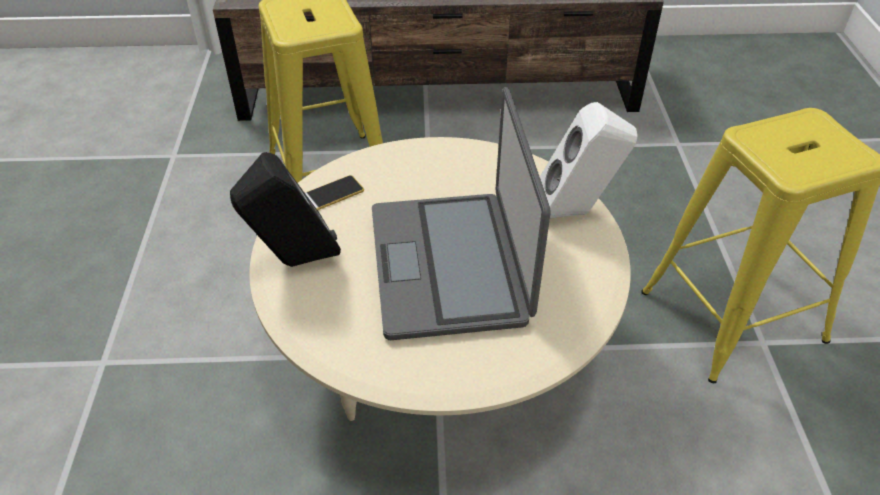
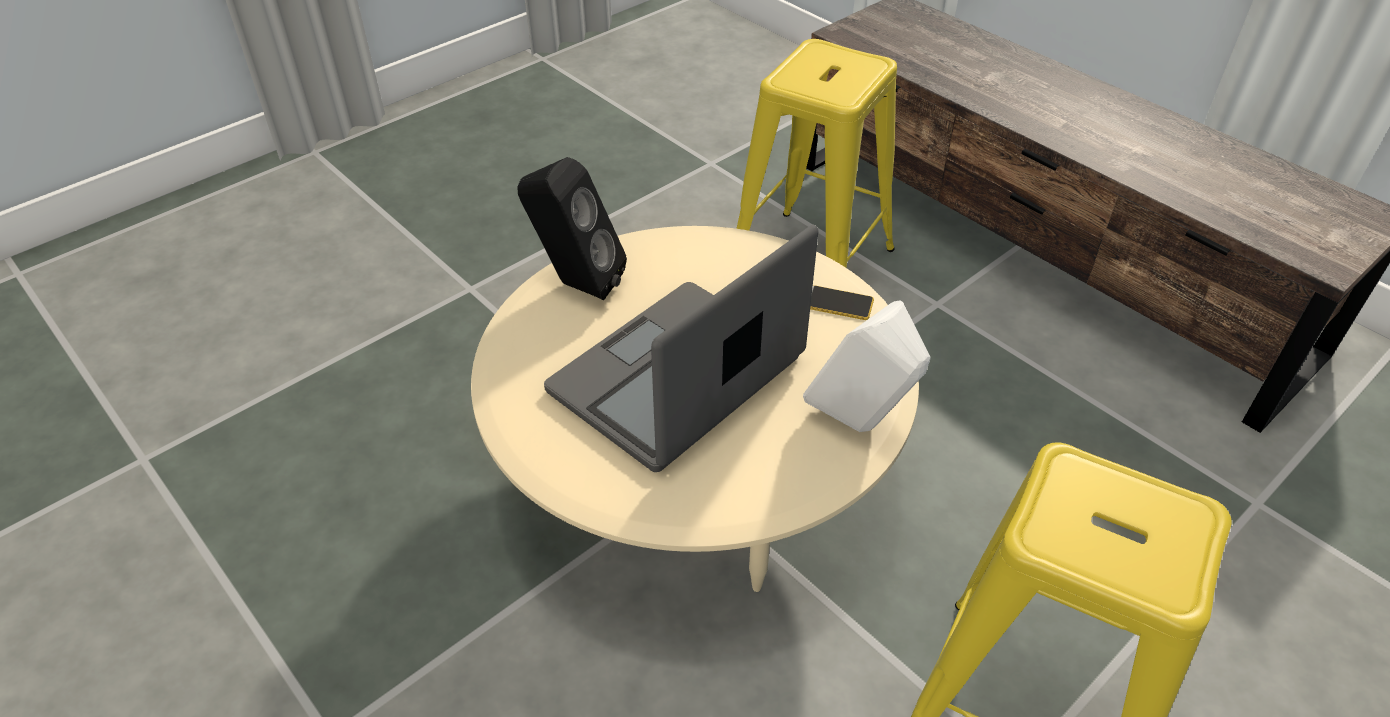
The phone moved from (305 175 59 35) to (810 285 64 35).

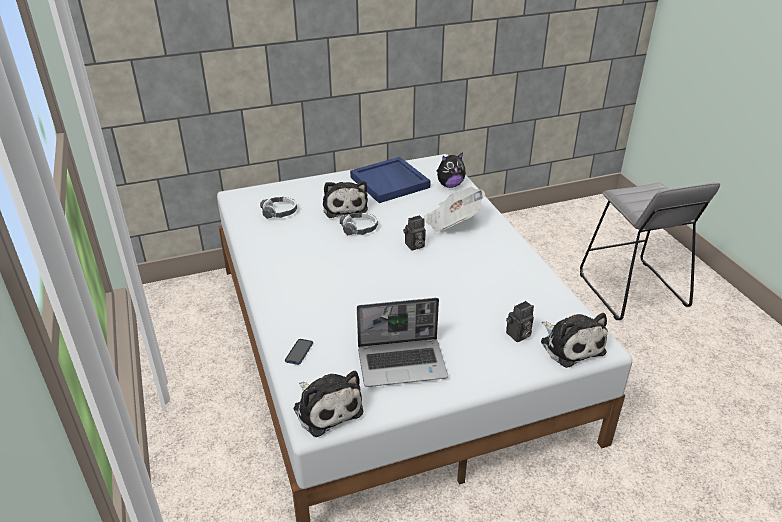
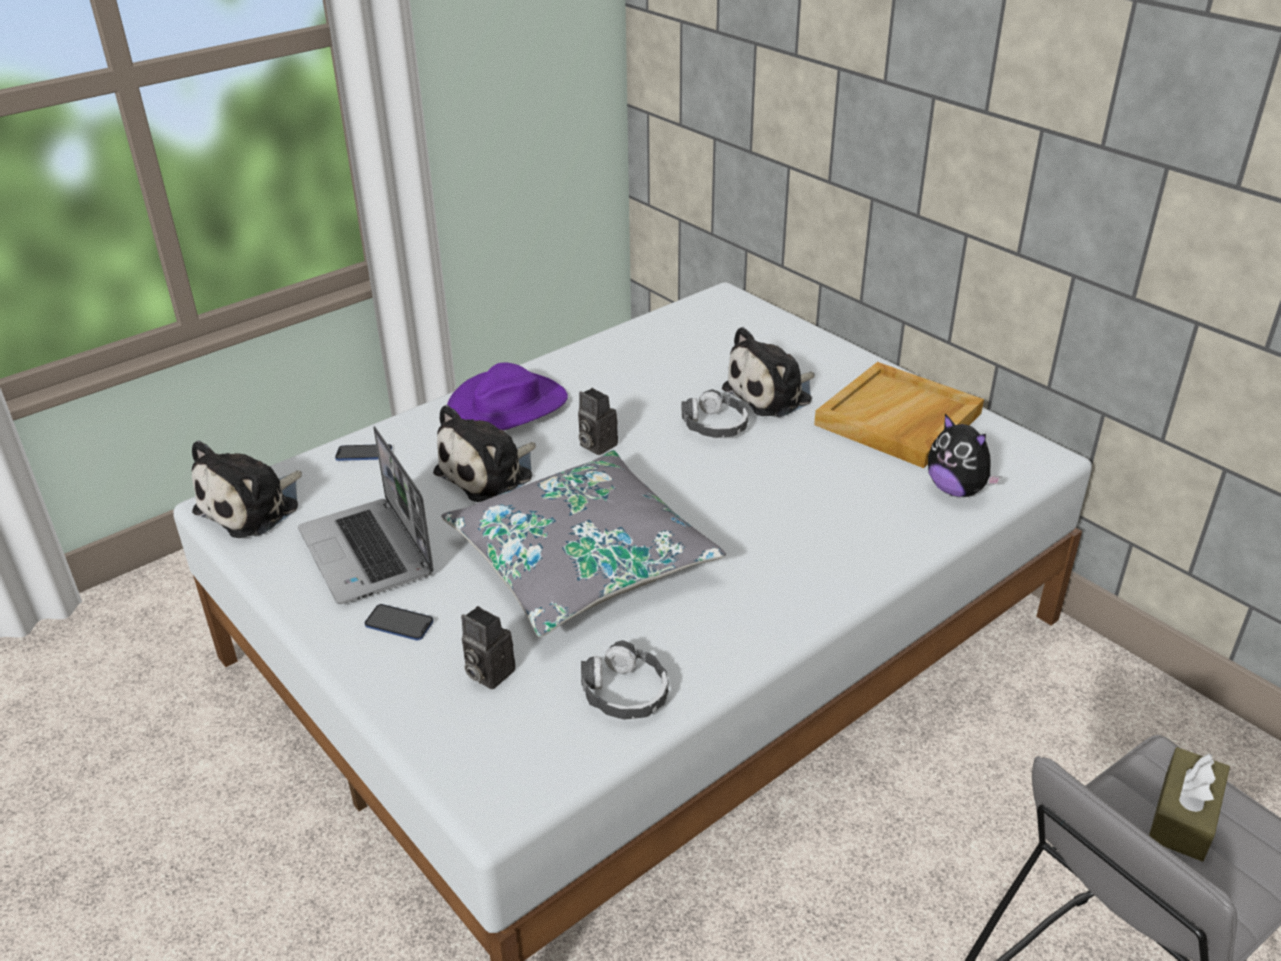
The newspaper at (424 187 62 45) disappeared.
The phone at (365 604 68 37) appeared.
The pillow/grey at (441 450 285 187) appeared.
The hat/purple at (447 362 121 68) appeared.
The tissue box/brown at (1149 747 81 114) appeared.
The headphones moved from (260 197 37 22) to (581 640 88 80).
The photo camera moved from (403 215 23 35) to (578 388 40 67).
The plush toy moved from (541 313 66 55) to (433 405 103 97).
The tray/blue at (350 157 81 46) became the tray/beige at (814 362 170 106).

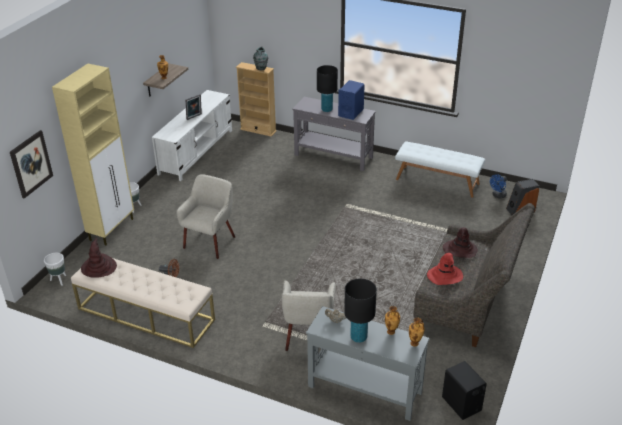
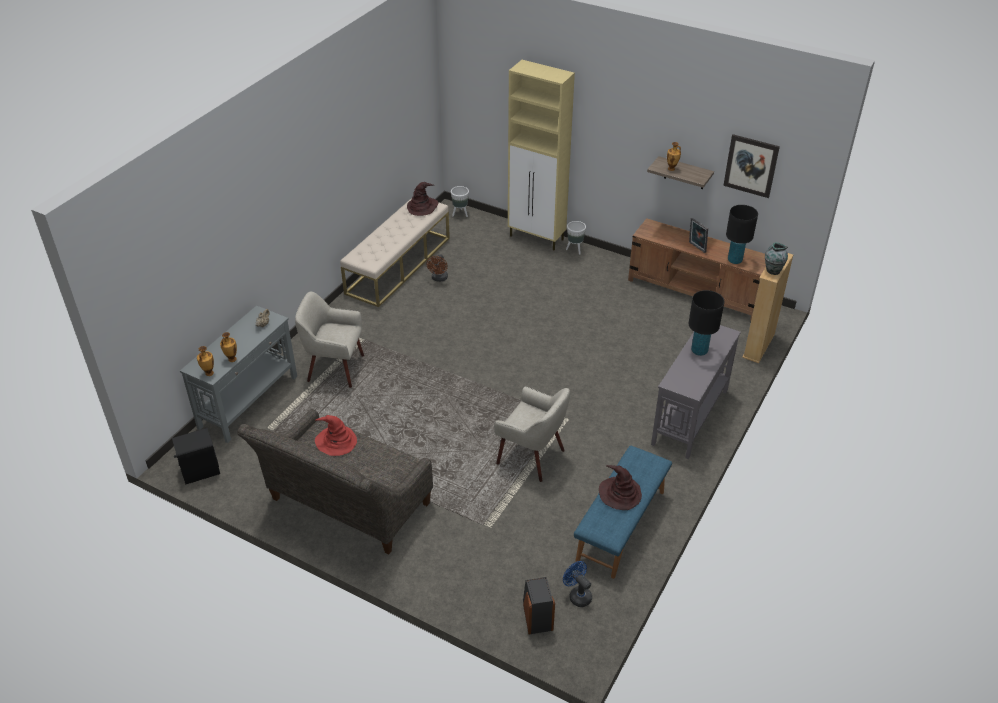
The speaker/blue at (338 80 27 40) disappeared.
The picture moved from (10 130 43 69) to (723 134 57 64).
The armchair/beige moved from (177 174 58 85) to (494 387 76 95).
The table lamp/black moved from (344 279 33 64) to (726 205 32 59).
The hat/brown moved from (443 228 35 30) to (599 465 43 45).
The tv stand/white at (152 90 80 91) became the tv stand/brown at (628 218 138 102).
The bench/white at (395 142 90 56) became the bench/blue at (574 446 98 133).

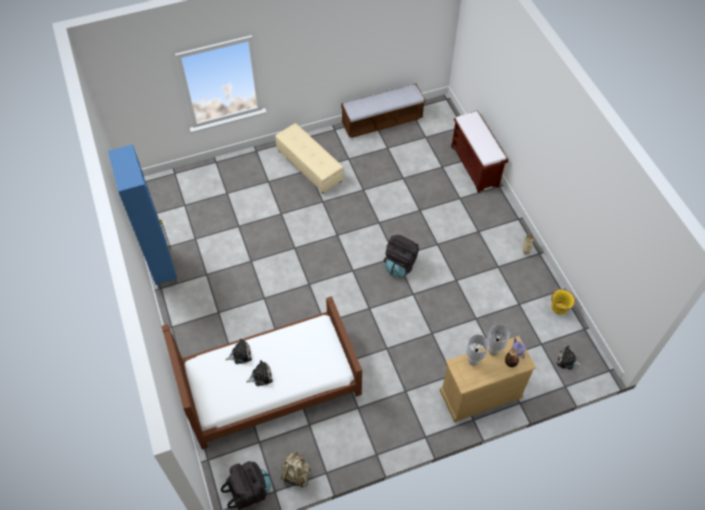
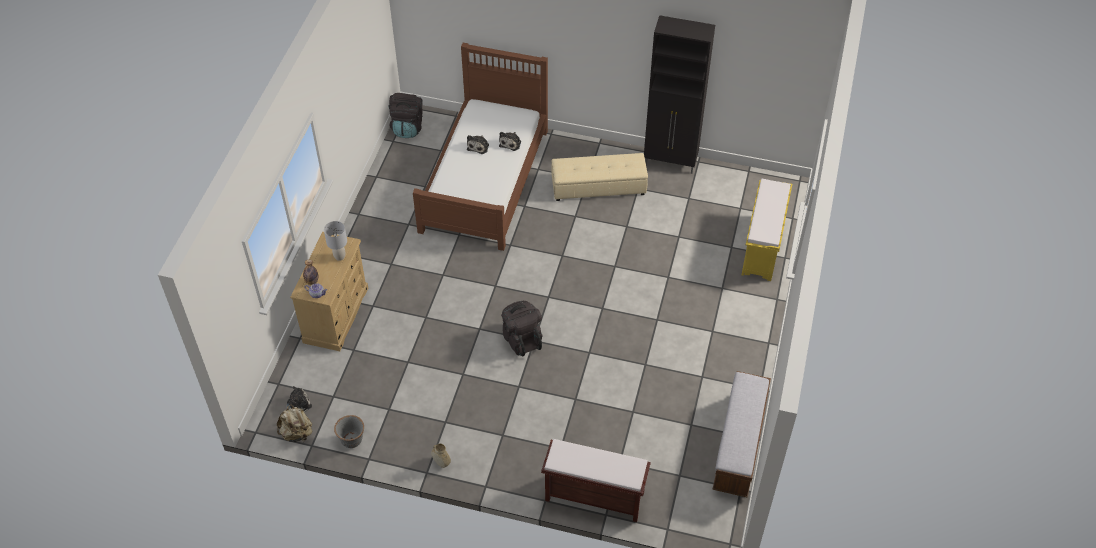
The table lamp/grey at (487 324 23 32) disappeared.
The bench/yellow at (742 179 50 102) appeared.
The ottoman/beige moved from (275 123 69 71) to (551 153 97 48).
The backpack/beige moved from (281 452 30 36) to (277 404 36 38).
The cabinet/blue at (108 144 69 145) became the cabinet/black at (644 15 71 159).
The planter/yellow at (551 289 24 26) became the planter/grey at (334 415 30 33).

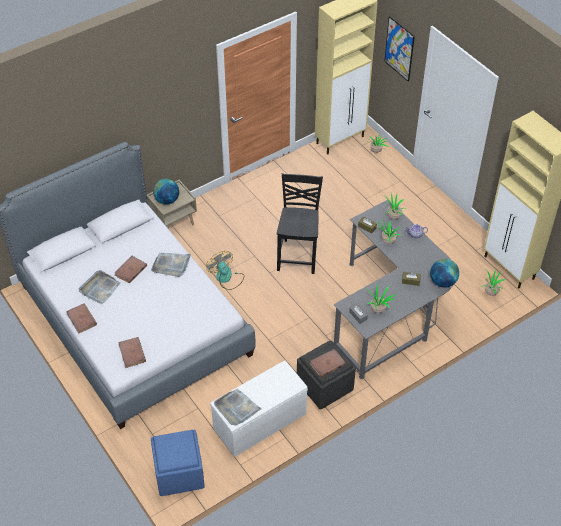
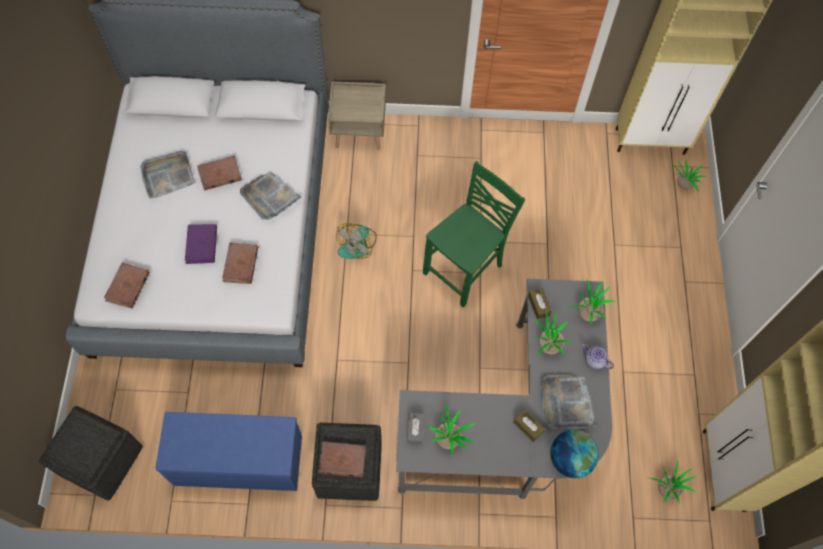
The globe at (153 179 26 26) disappeared.
The picture at (384 16 31 66) disappeared.
The book/purple at (185 224 32 40) appeared.
The book/brown moved from (66 303 31 31) to (222 242 37 42).
The tray/grey moved from (214 389 47 37) to (540 375 57 54).
The ottoman/blue at (151 430 54 66) became the ottoman/grey at (39 406 104 95).
The bench/white at (210 361 98 96) became the bench/blue at (155 412 147 79).
The chair/black at (277 173 46 101) became the chair/green at (423 161 102 146).
The fan at (206 251 38 39) turned 150 degrees counterclockwise.

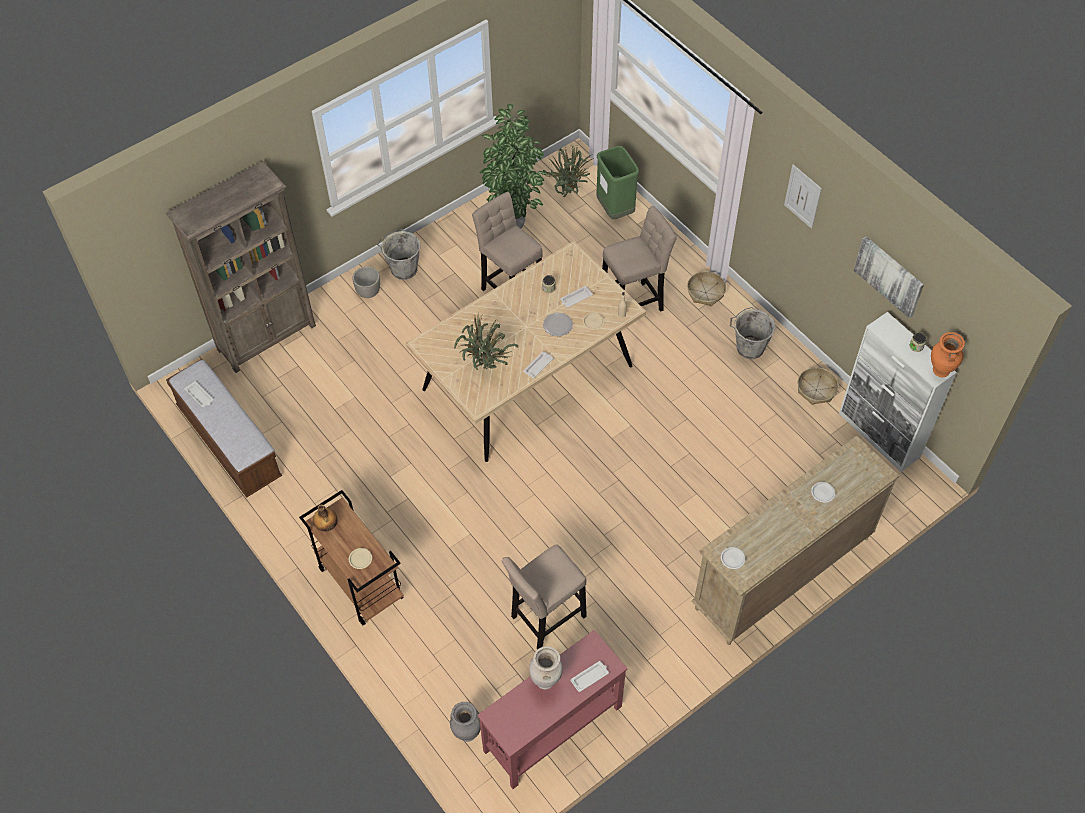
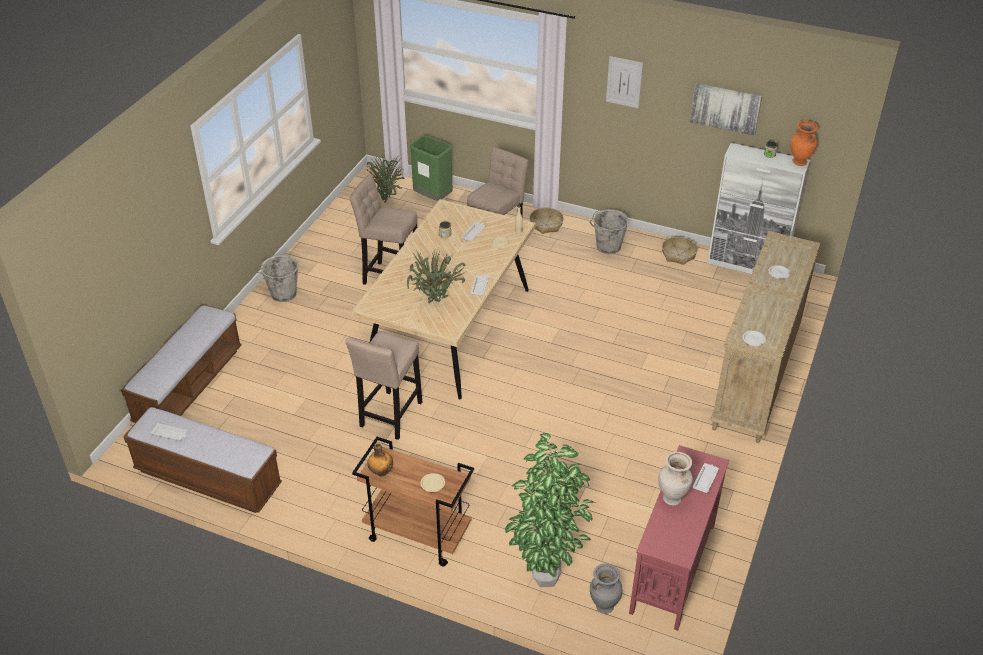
The planter/grey at (352 267 28 31) disappeared.
The plate at (543 312 30 25) disappeared.
The potted plant moved from (480 104 68 124) to (505 433 89 154).
The stool/beige moved from (502 544 85 106) to (345 331 77 109).
The bookcase/brown at (166 161 150 212) was replaced by the bench at (121 304 121 119).

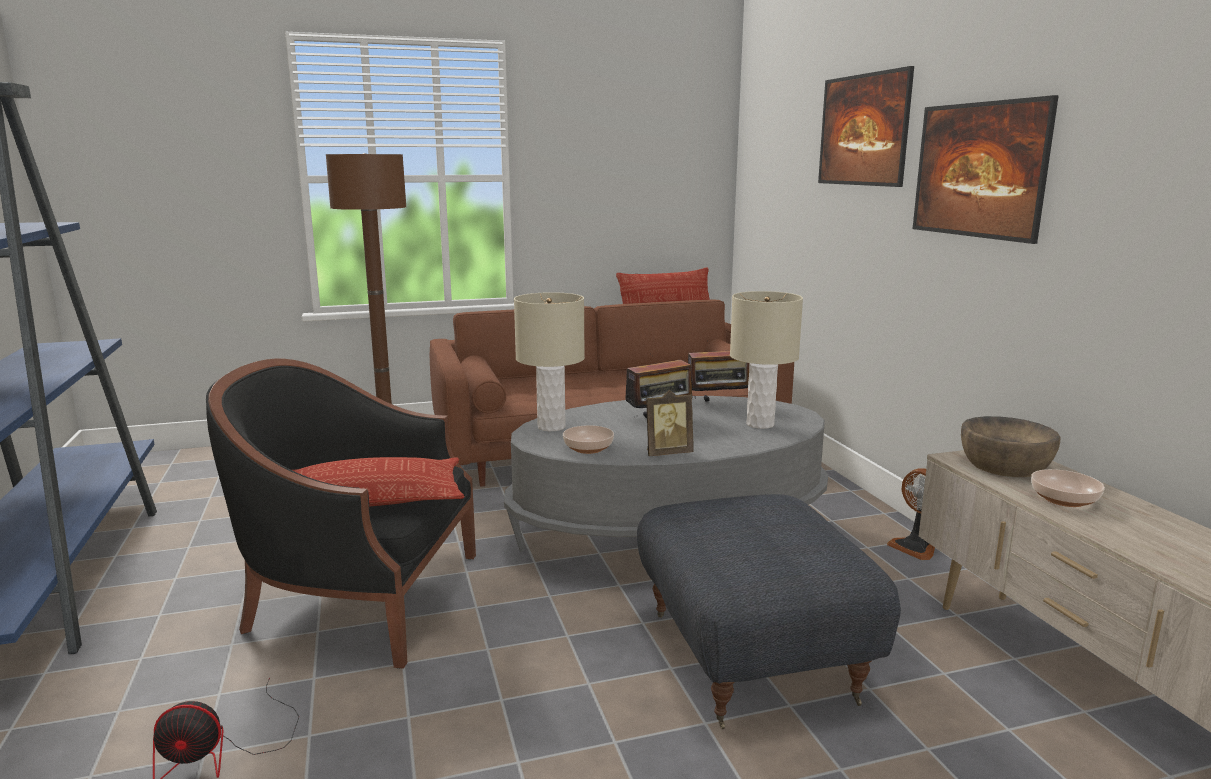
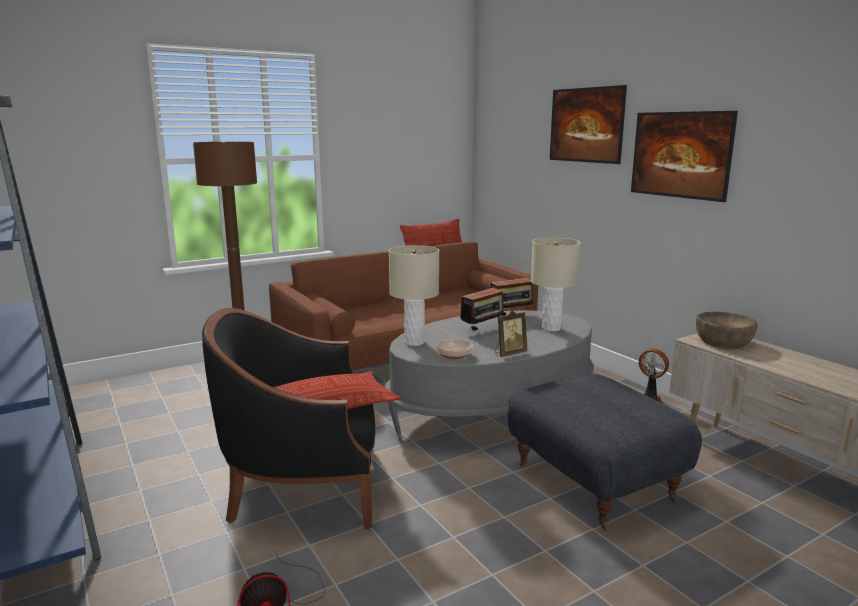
The bowl at (1031 469 74 38) disappeared.

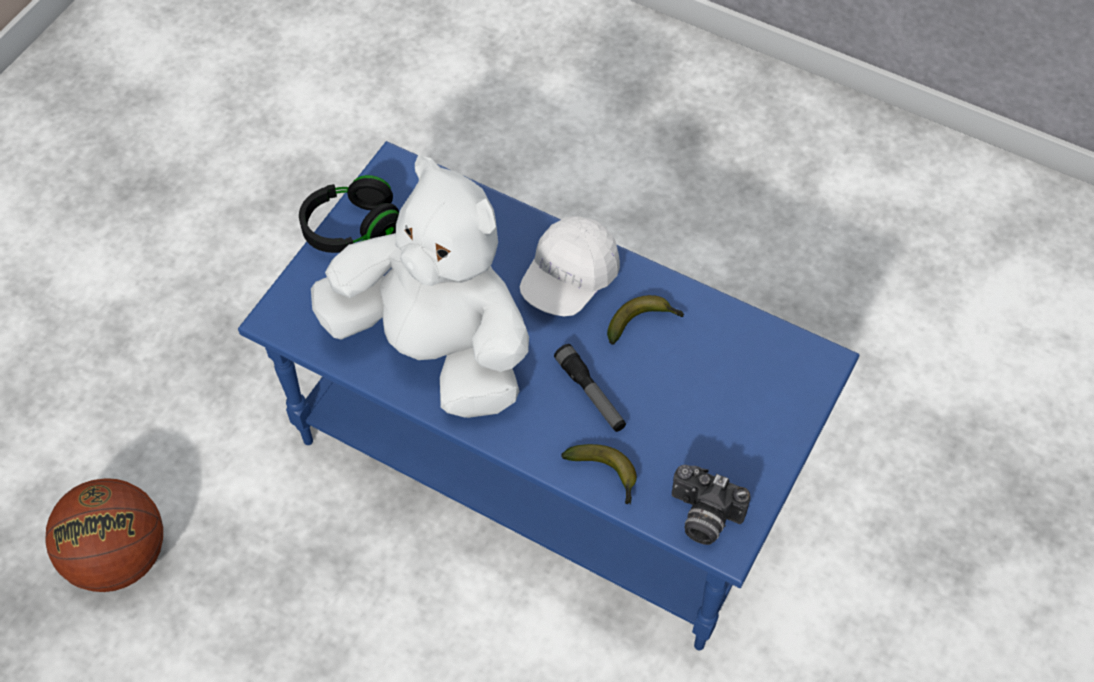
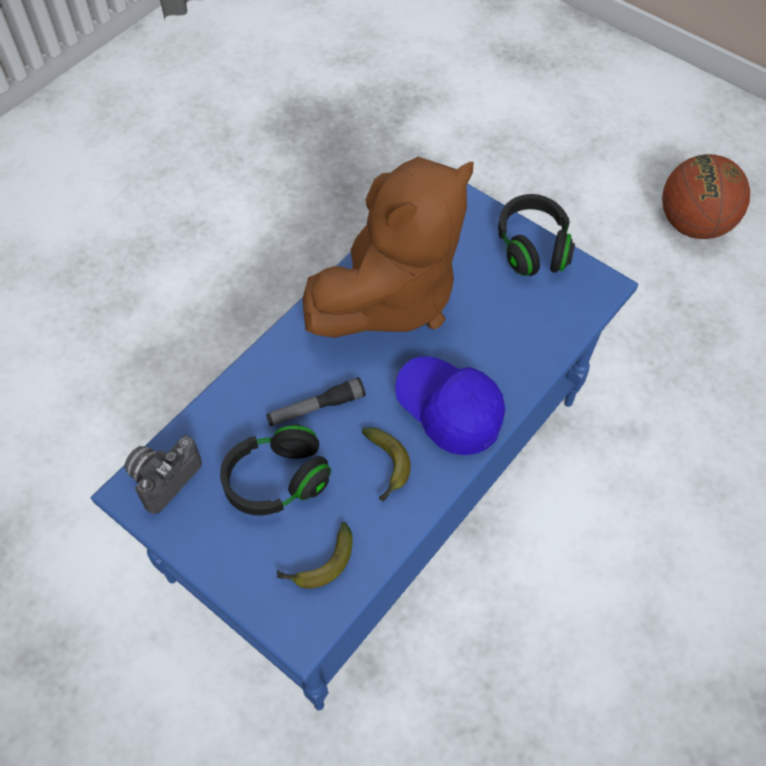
The headphones/black at (220 425 111 90) appeared.
The basketball moved from (46 478 117 114) to (662 154 88 85).
The banana moved from (561 444 76 61) to (276 522 77 67).
The plush toy/white at (311 156 218 262) became the plush toy/brown at (302 157 172 181).
The cap/white at (520 216 100 100) became the cap/blue at (395 356 110 99).

